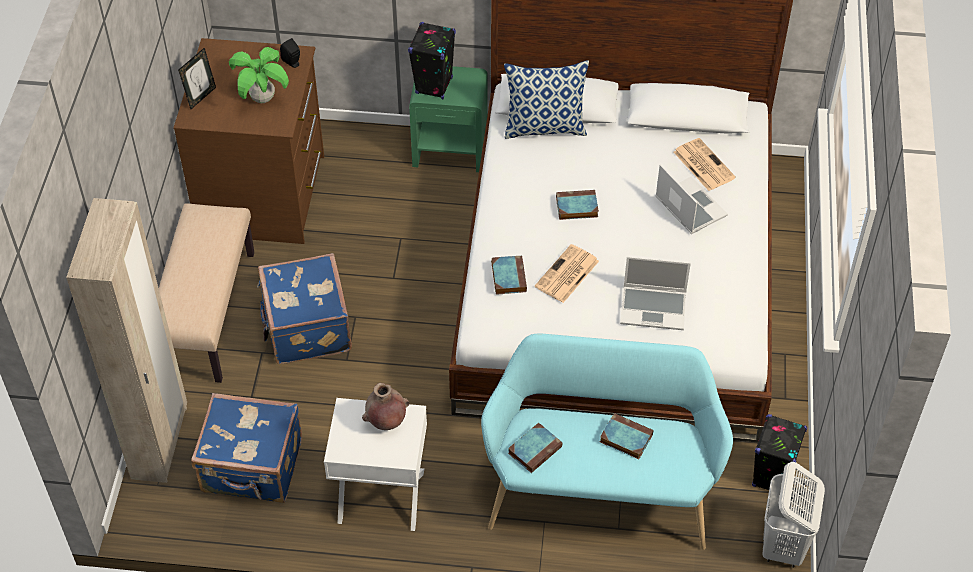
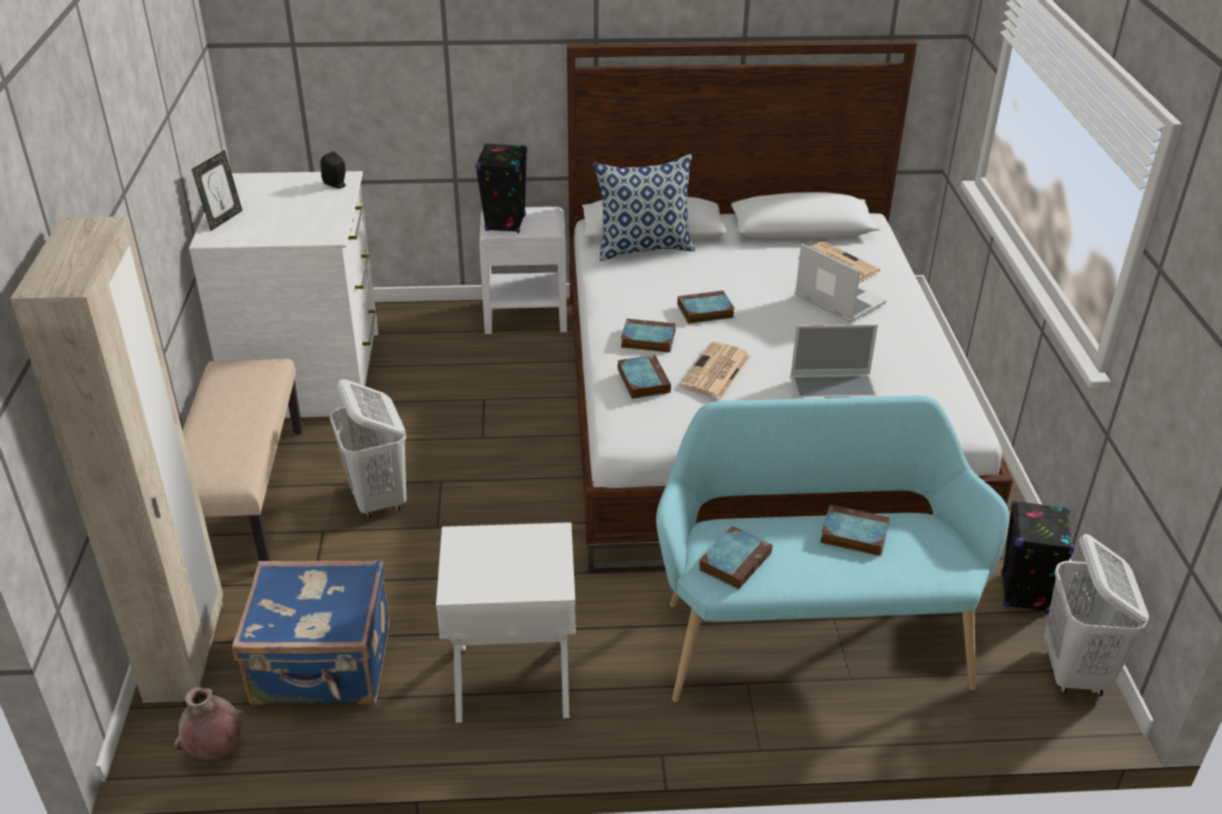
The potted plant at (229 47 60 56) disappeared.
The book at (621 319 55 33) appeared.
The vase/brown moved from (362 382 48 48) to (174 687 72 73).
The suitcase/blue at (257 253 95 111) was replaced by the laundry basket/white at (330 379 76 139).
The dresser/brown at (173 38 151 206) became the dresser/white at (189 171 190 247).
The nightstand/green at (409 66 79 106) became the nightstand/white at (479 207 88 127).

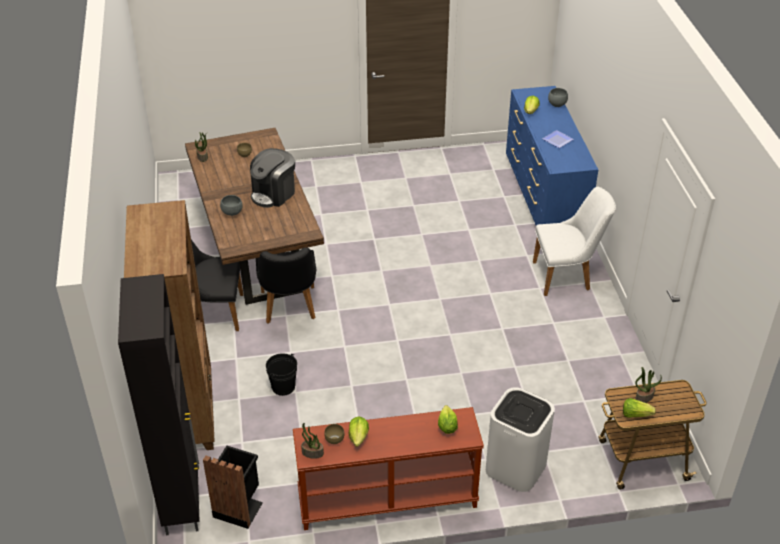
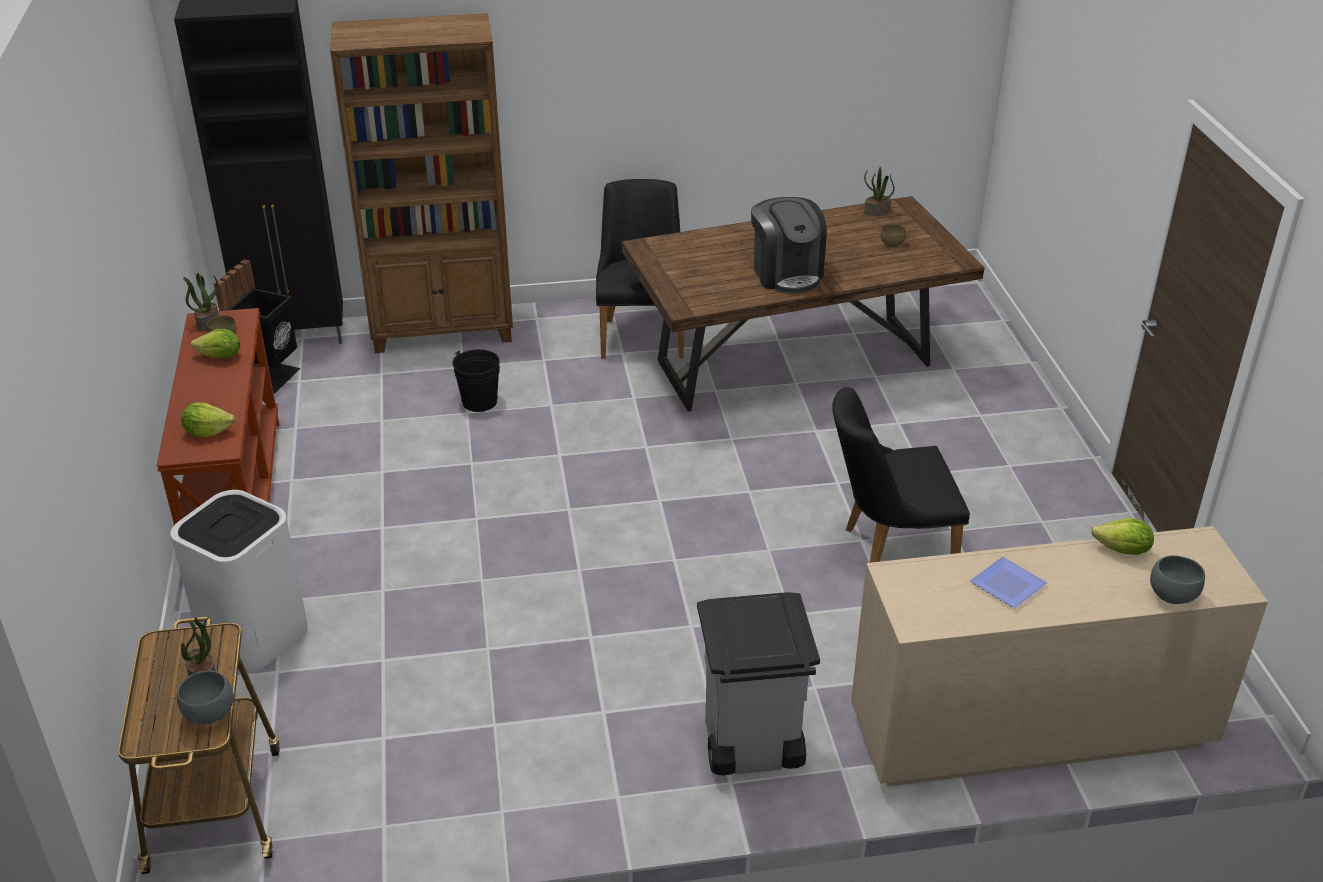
The lettuce at (623 398 33 20) disappeared.
The bowl/grey moved from (220 195 23 21) to (177 671 57 53).
The chair/black moved from (256 247 60 77) to (832 387 138 176).
The chair/white at (533 187 83 109) was replaced by the trash can/grey at (697 592 123 183).
The dresser/blue at (506 86 92 139) became the dresser/beige at (851 526 417 261).
The coffee machine at (250 148 45 60) turned 150 degrees counterclockwise.

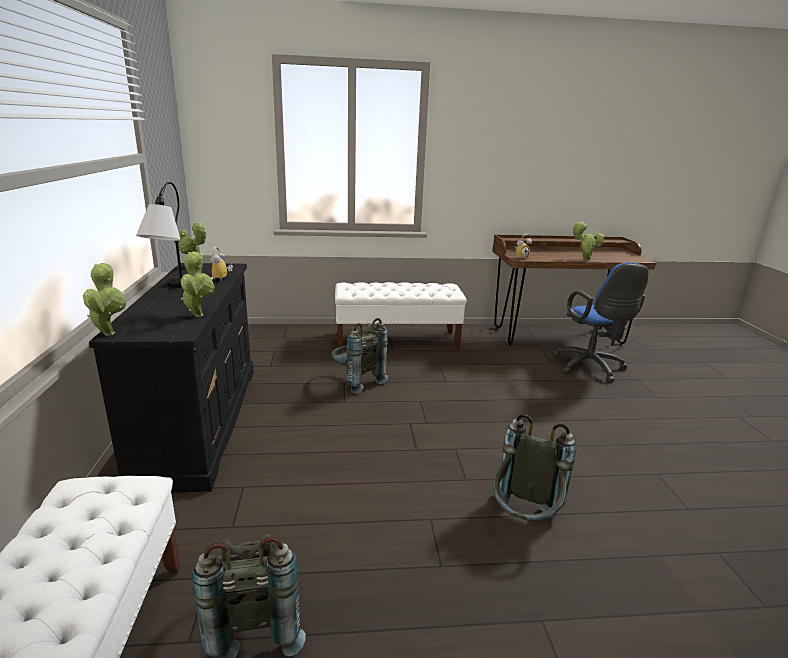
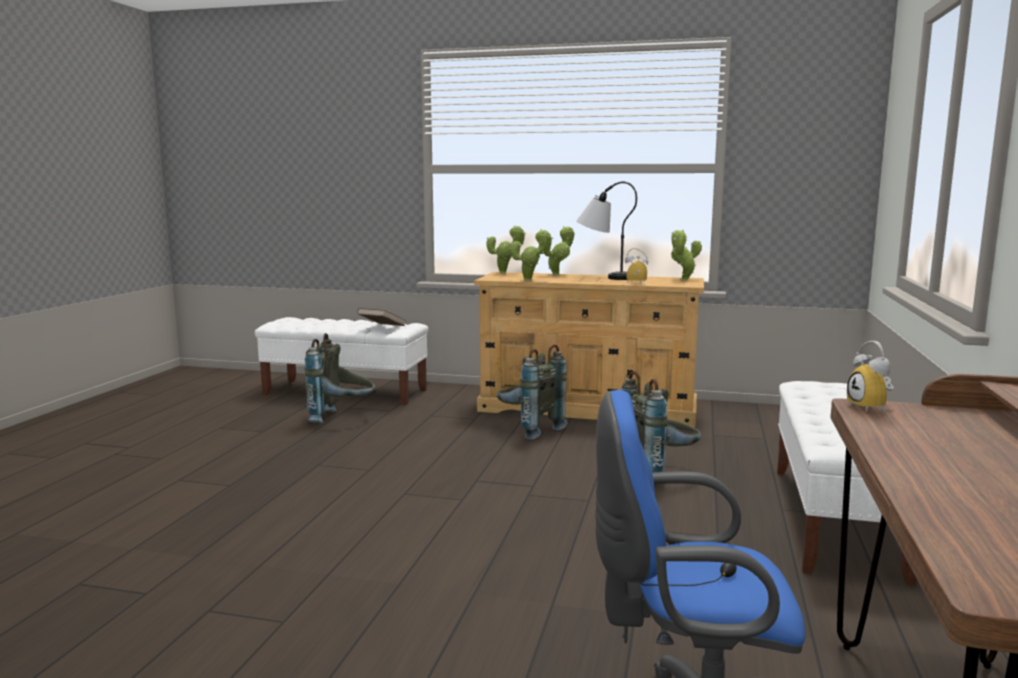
The book/brown at (357 308 49 18) appeared.
The backpack/grey moved from (494 414 83 107) to (497 344 71 95).
The potted plant moved from (573 222 31 39) to (544 226 31 49).
The dresser/black at (89 263 165 230) became the dresser/beige at (474 272 230 156).

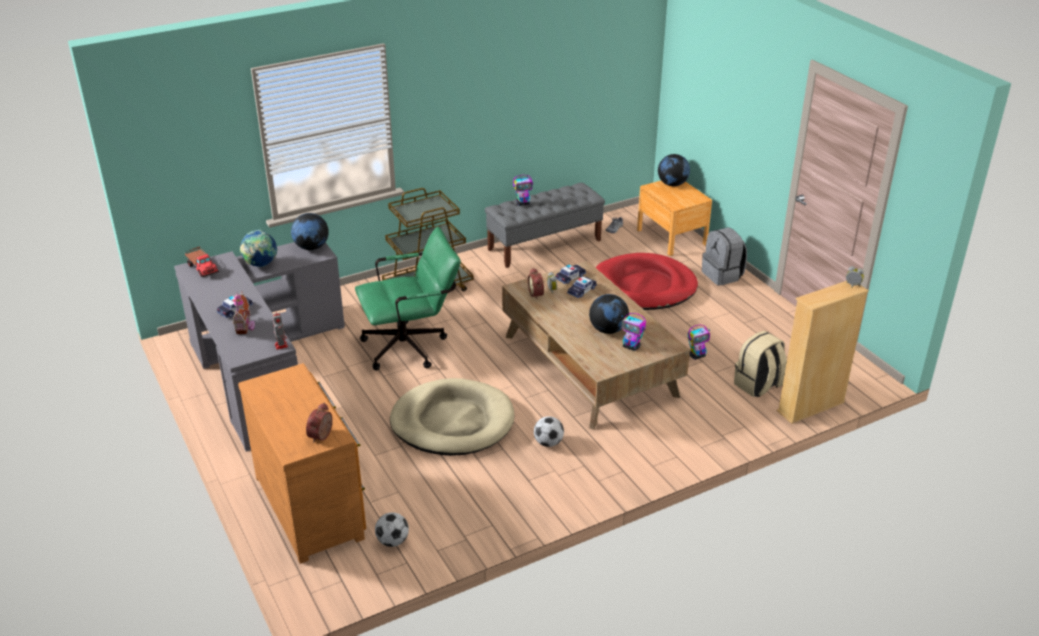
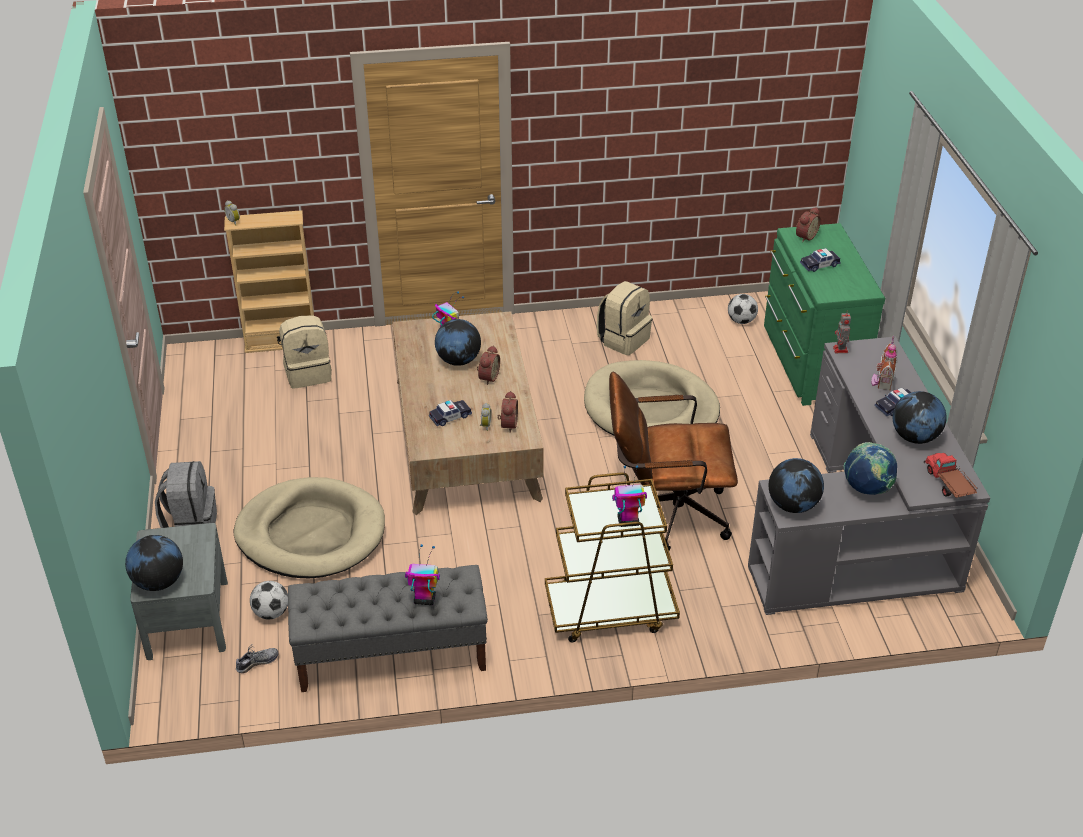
The alarm clock at (477 345 23 40) appeared.
The backpack/beige at (597 281 55 74) appeared.
The globe at (893 391 54 53) appeared.
The football moved from (534 416 30 31) to (250 581 38 39).
The toy car moved from (556 265 30 19) to (800 248 41 24).
The toy robot moved from (688 325 22 35) to (612 465 35 62).
The dresser/brown at (238 363 128 201) became the dresser/green at (764 223 121 183).
The office chair/green at (355 227 106 143) became the office chair/brown at (609 372 129 179).
The dog bed/red at (596 253 102 57) became the dog bed/beige at (234 477 151 101).
The nightstand/brown at (637 181 75 75) became the nightstand/grey at (130 523 98 137).

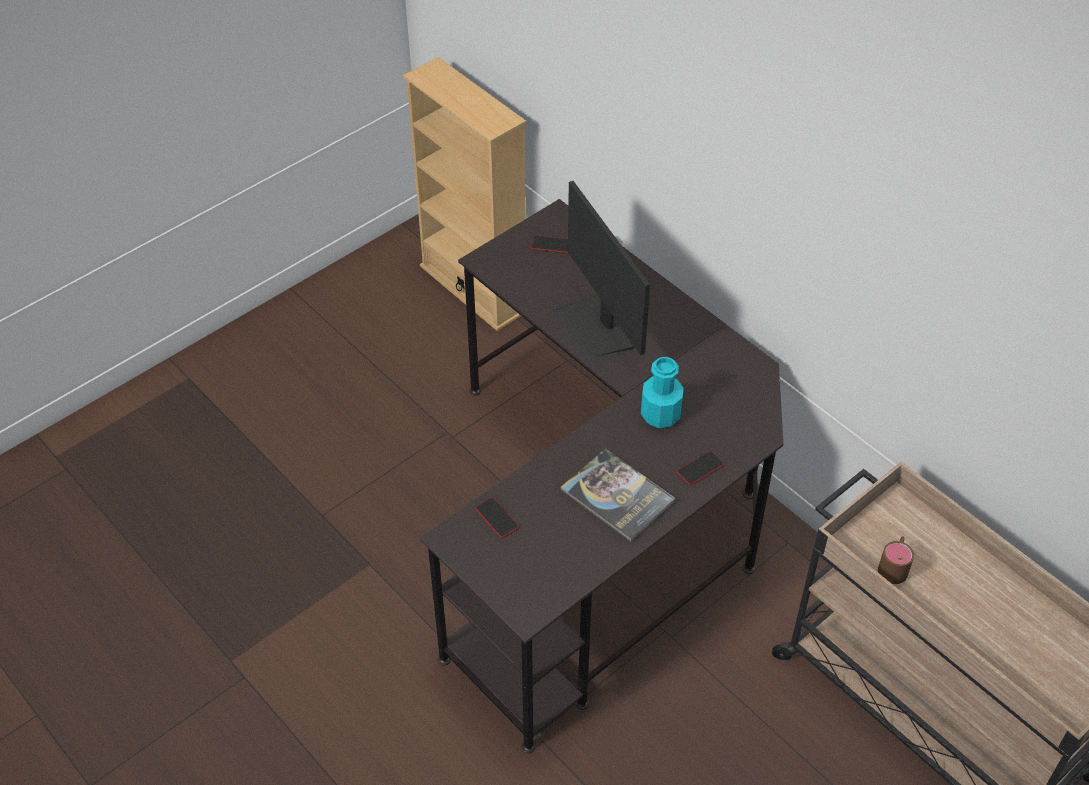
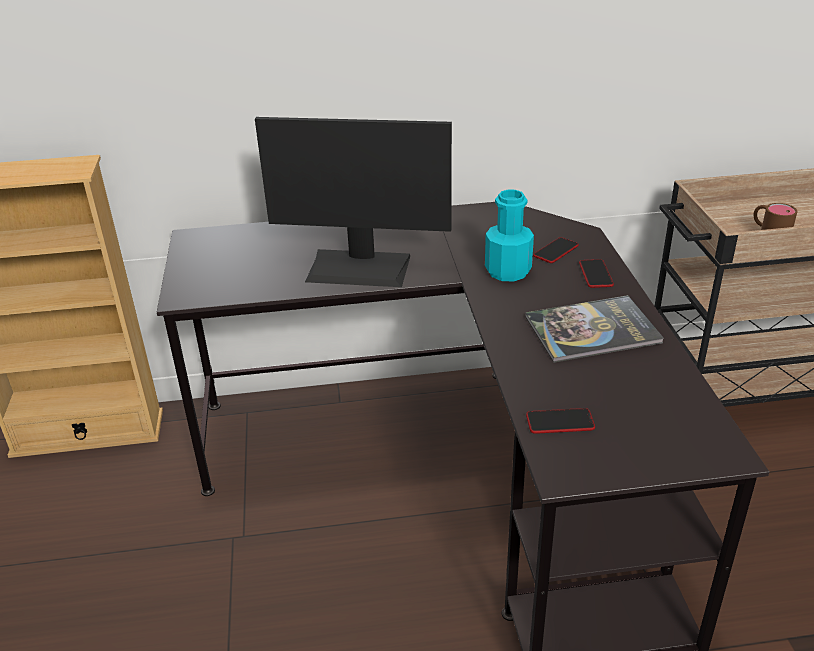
The phone moved from (531 235 37 19) to (533 237 46 26).

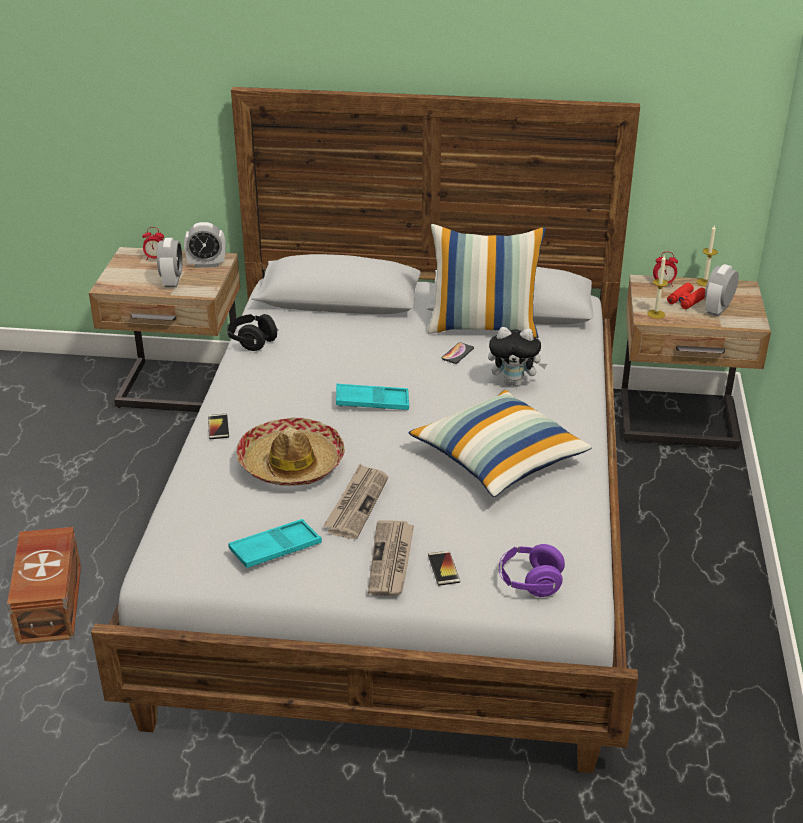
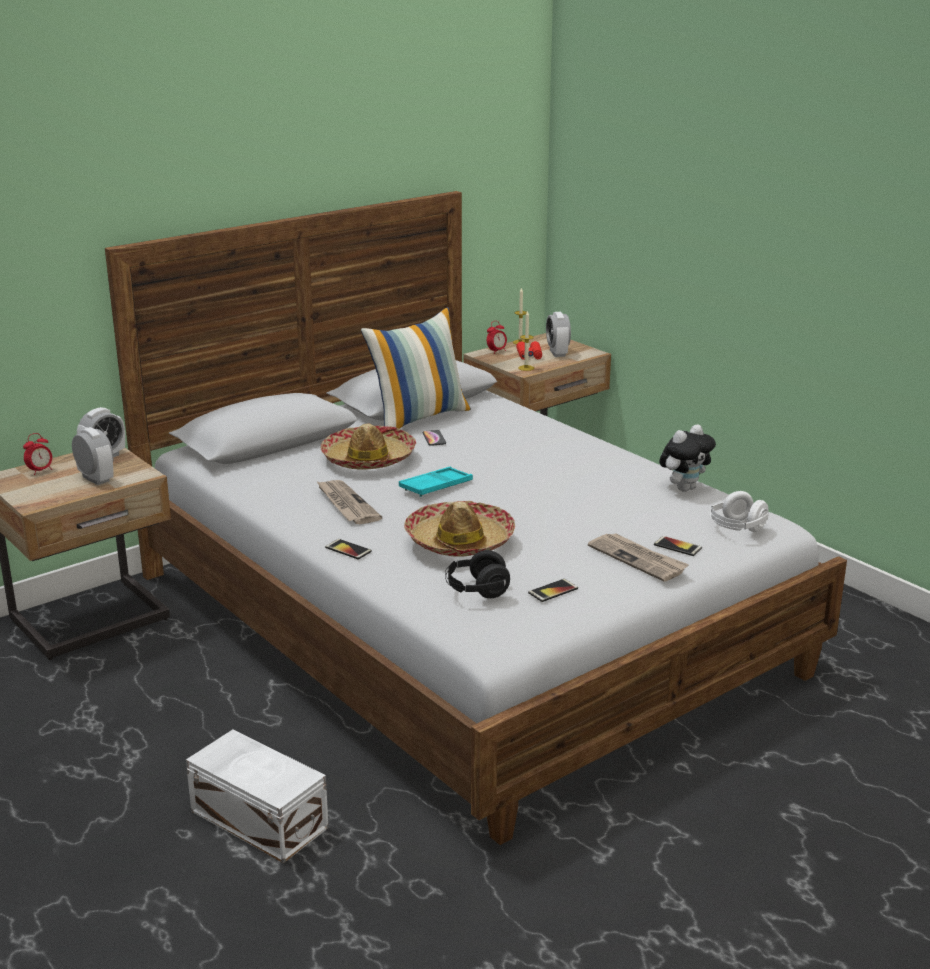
The pillow at (408 390 184 107) disappeared.
The hat at (321 423 95 46) appeared.
The headphones/black moved from (227 314 52 37) to (445 550 65 48).
The newspaper moved from (323 464 65 75) to (316 480 66 45).
The plush toy moved from (488 327 59 60) to (659 424 57 68).
The tray/turquoise at (228 519 94 49) was replaced by the phone at (528 579 50 23).
The storage box/brown at (7 527 74 118) became the storage box/white at (186 729 143 134).
The headphones/purple at (499 544 66 53) became the headphones/white at (710 491 58 41).

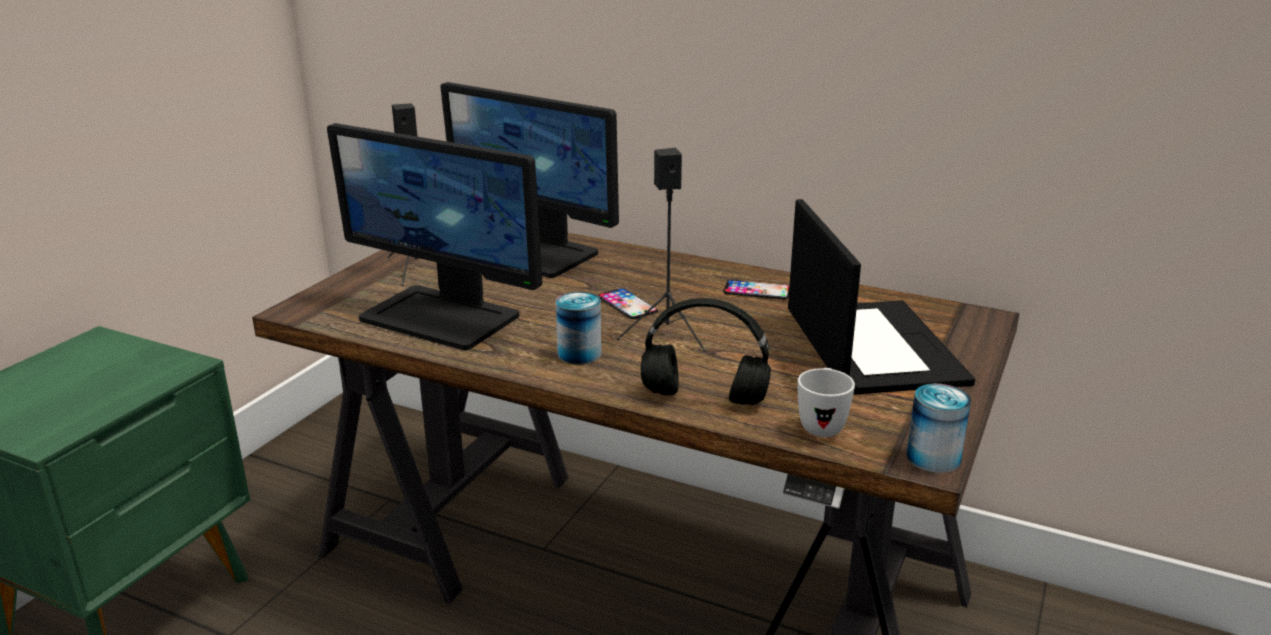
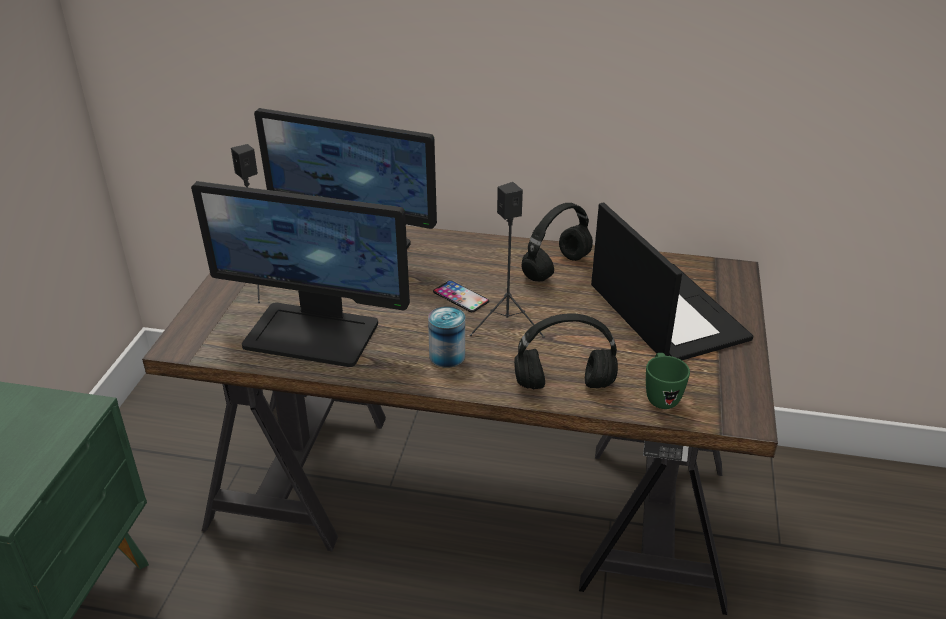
The can at (906 384 65 89) disappeared.
The phone at (723 280 66 19) was replaced by the headphones/black at (522 203 71 79).
The mug/white at (798 368 57 69) became the mug/green at (646 353 44 56).

